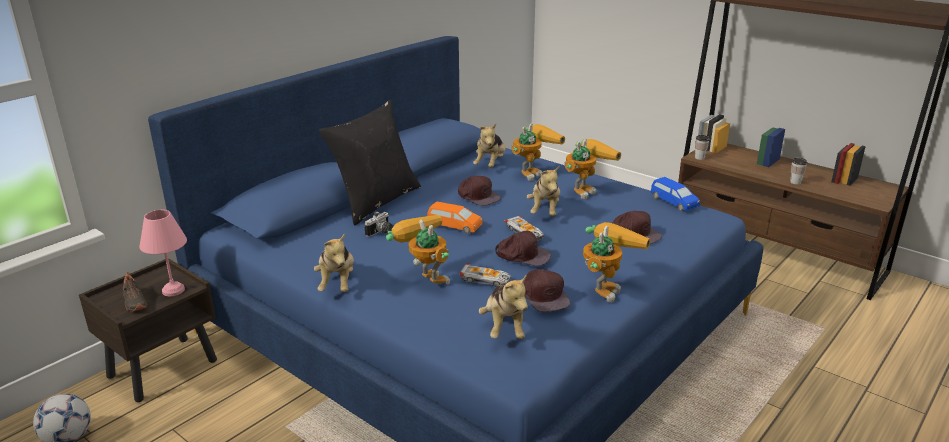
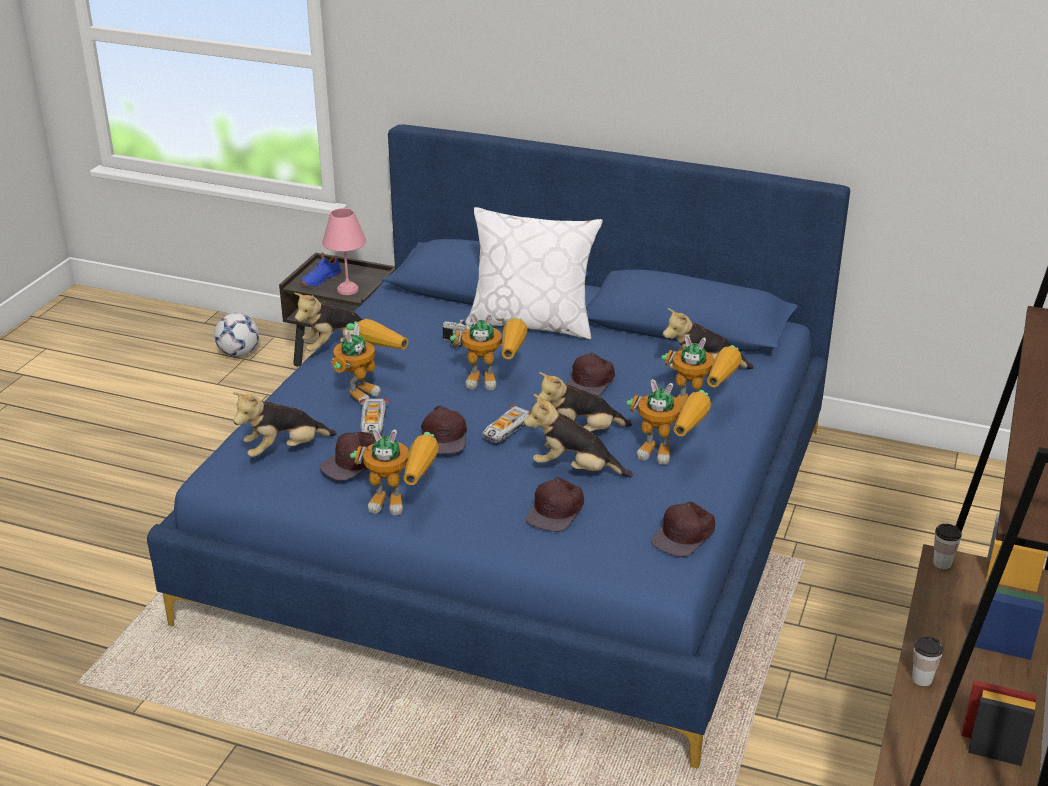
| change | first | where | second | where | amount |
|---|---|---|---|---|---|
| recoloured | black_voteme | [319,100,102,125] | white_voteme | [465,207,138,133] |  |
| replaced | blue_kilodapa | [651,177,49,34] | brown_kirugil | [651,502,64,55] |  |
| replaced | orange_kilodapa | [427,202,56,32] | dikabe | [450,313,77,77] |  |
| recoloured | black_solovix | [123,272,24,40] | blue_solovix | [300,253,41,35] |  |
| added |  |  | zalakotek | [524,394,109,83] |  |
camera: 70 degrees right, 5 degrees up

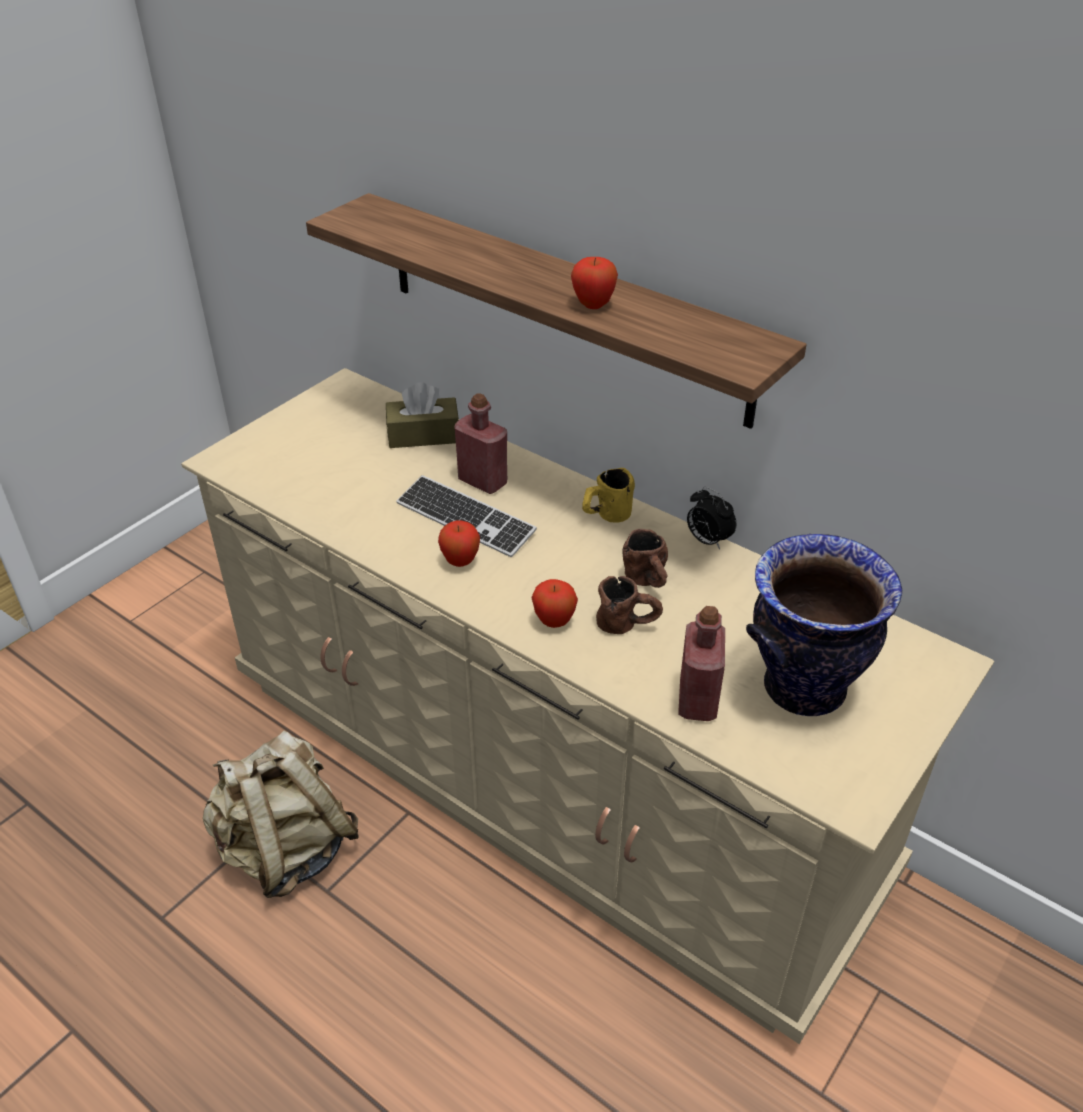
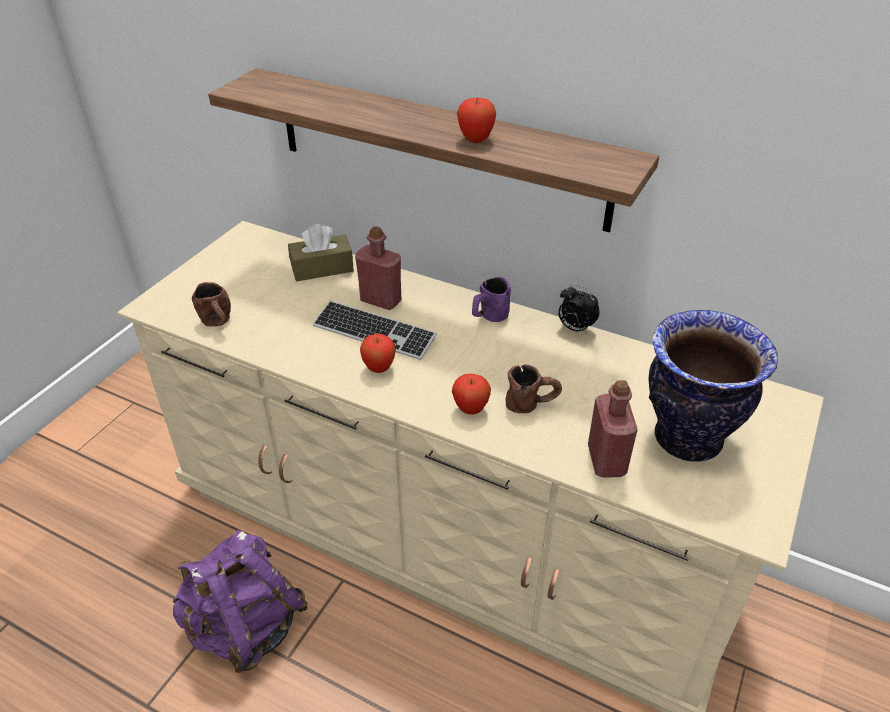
| change | first | where | second | where | amount |
|---|---|---|---|---|---|
| recoloured | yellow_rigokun | [582,468,53,55] | purple_rigokun | [472,277,39,45] |  |
| moved | brown_rigokun | [622,529,46,59] |  | [192,282,39,45] |  |
| recoloured | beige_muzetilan | [203,731,156,167] | purple_muzetilan | [173,530,135,143] |  |
camera: 10 degrees left, 0 degrees up

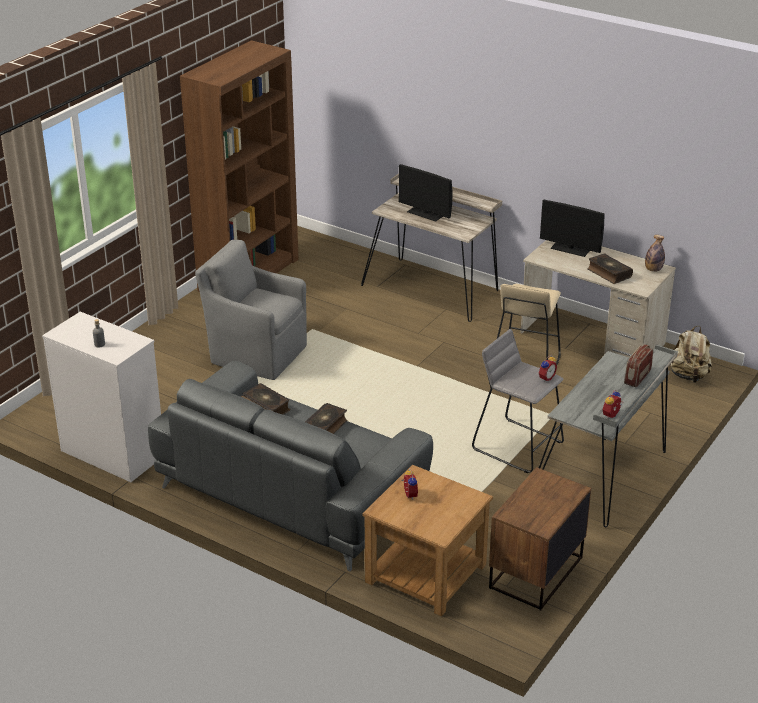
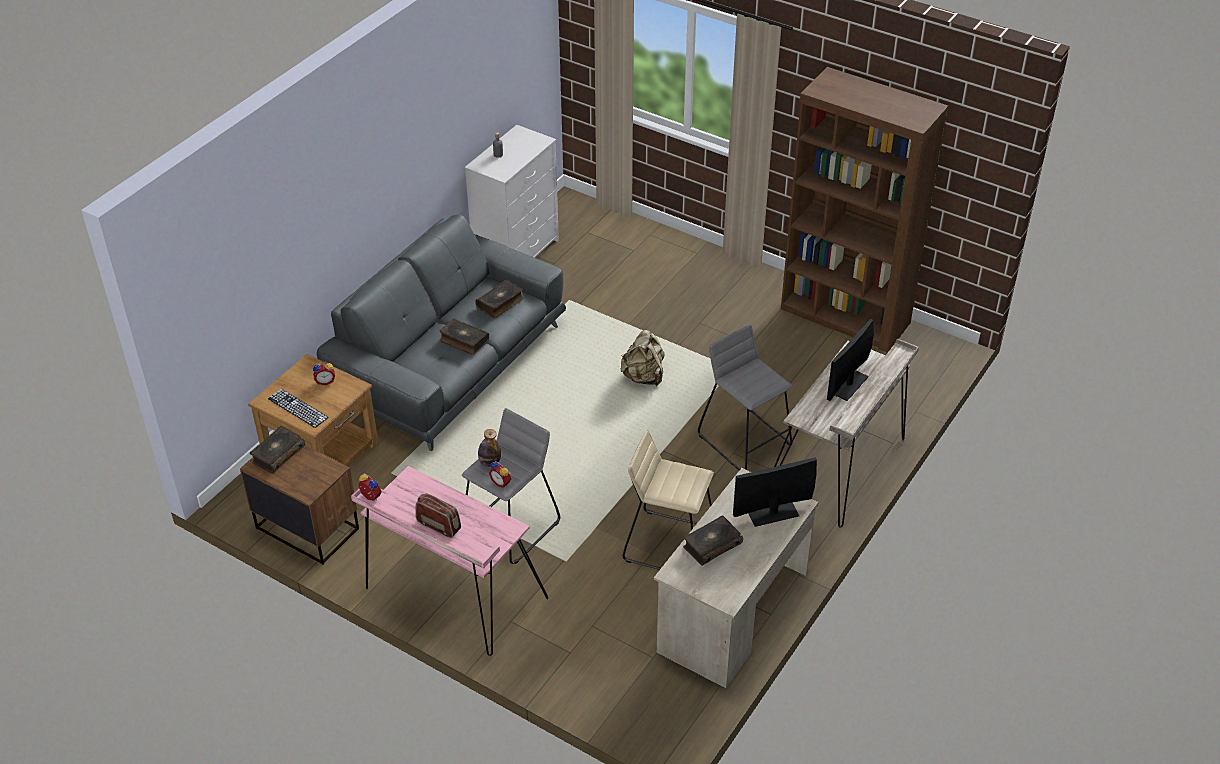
| change | first | where | second | where | amount |
|---|---|---|---|---|---|
| turned | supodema | [540,200,65,57] |  | [733,457,84,70] | 45 degrees clockwise |
| moved | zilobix | [645,235,20,37] |  | [478,429,23,39] |  |
| removed | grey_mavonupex | [195,240,112,140] |  |  |  |
| moved | beige_muzetilan | [670,326,42,57] |  | [621,330,43,56] |  |
| recoloured | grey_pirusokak | [539,345,139,183] | pink_pirusokak | [351,466,197,190] |  |
| added |  |  | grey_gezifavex | [698,324,94,147] |  |
| added |  |  | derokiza | [268,389,61,39] |  |
| added |  |  | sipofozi | [250,426,55,48] |  |
camera: 90 degrees right, 10 degrees up

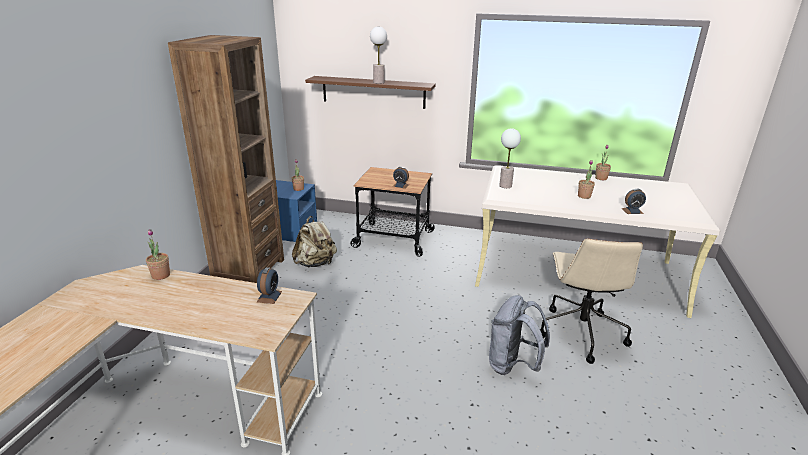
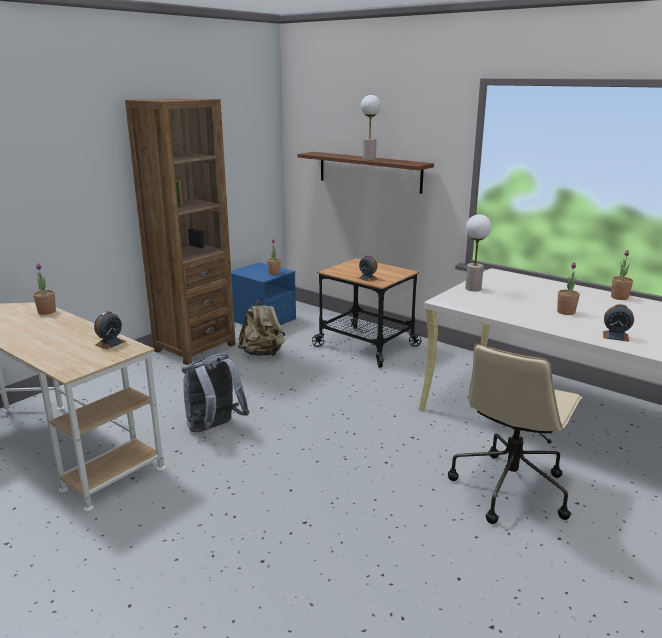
| change | first | where | second | where | amount |
|---|---|---|---|---|---|
| moved | grey_muzetilan | [489,295,61,80] |  | [182,353,68,79] |  |
camera: 25 degrees right, 5 degrees down

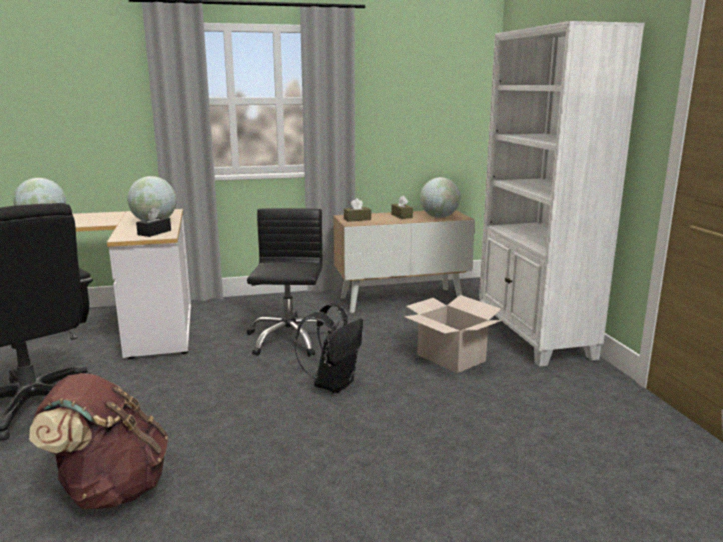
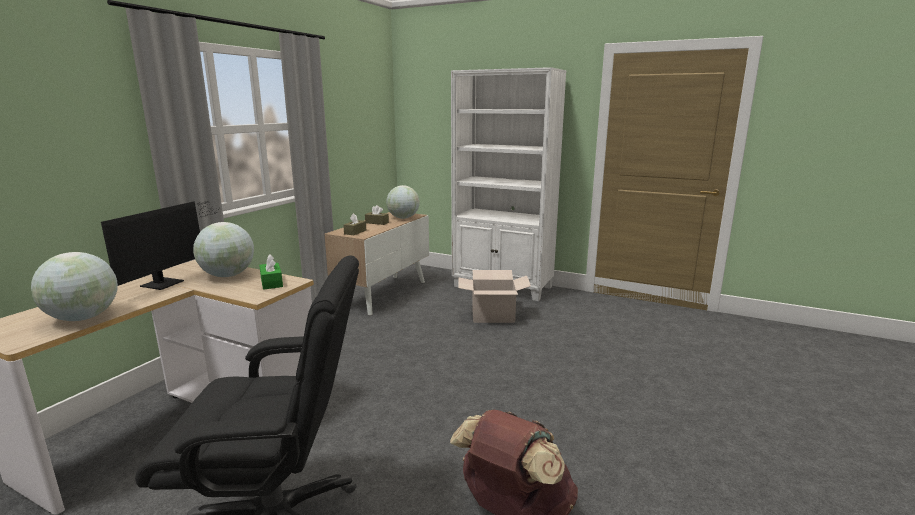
| change | first | where | second | where | amount |
|---|---|---|---|---|---|
| recoloured | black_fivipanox | [136,207,35,30] | green_fivipanox | [259,254,24,36] |  |
| removed | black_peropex | [247,208,86,149] |  |  |  |
| removed | black_muzetilan | [294,303,69,90] |  |  |  |
| added |  |  | supodema | [101,201,118,89] |  |
camera: 50 degrees left, 0 degrees up

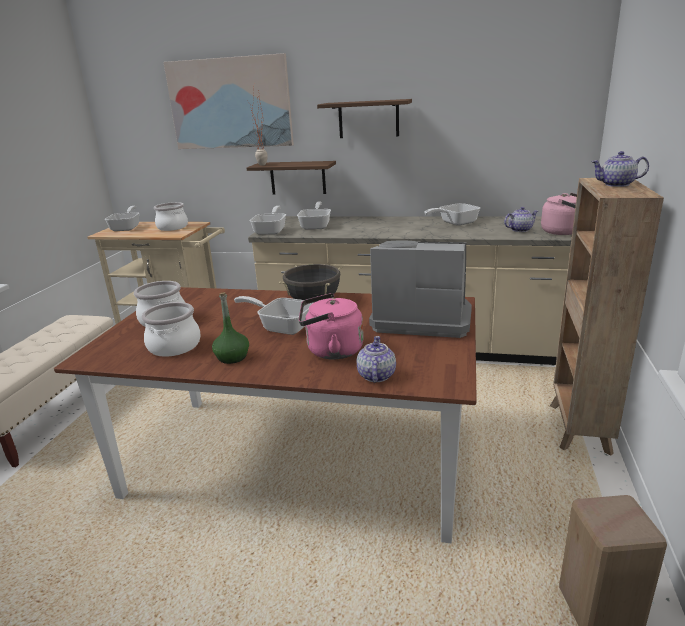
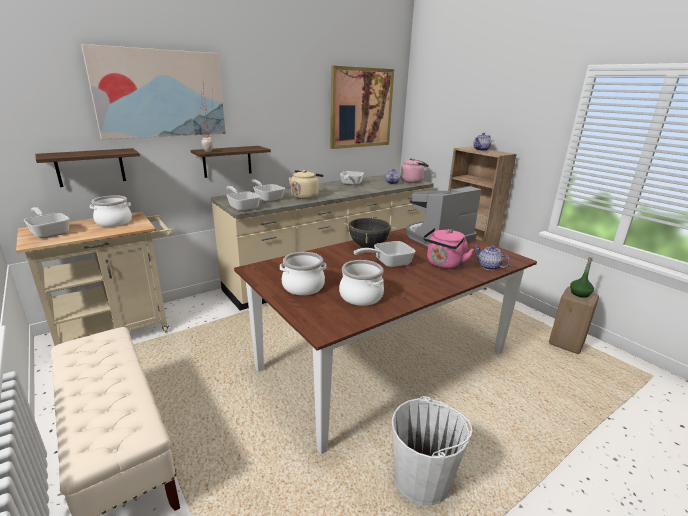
| change | first | where | second | where | amount |
|---|---|---|---|---|---|
| moved | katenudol | [317,99,95,39] |  | [35,148,105,39] |  |
| moved | green_zilobix | [212,292,37,72] |  | [570,257,24,41] |  |
| added |  |  | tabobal | [330,66,64,83] |  |
| added |  |  | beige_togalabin | [288,170,36,29] |  |
| added |  |  | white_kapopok | [392,396,81,110] |  |
camera: 50 degrees left, 0 degrees up

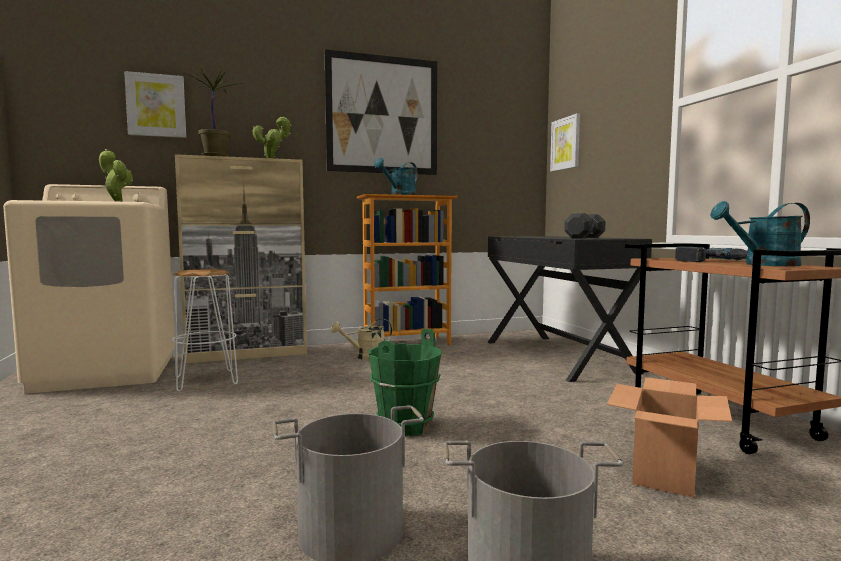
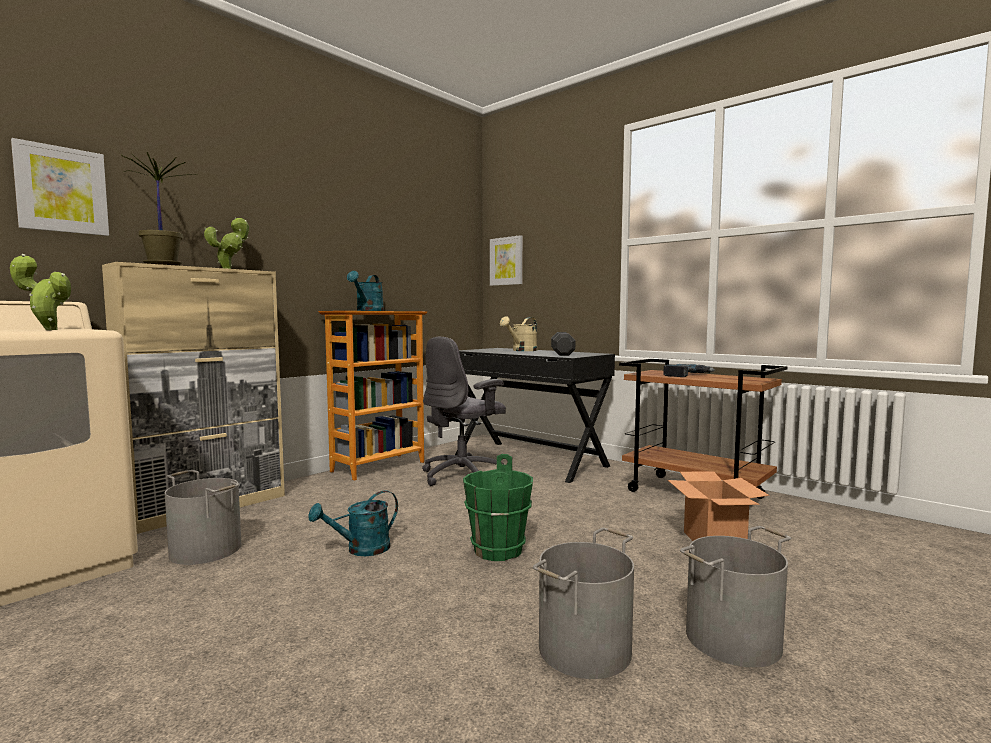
| change | first | where | second | where | amount |
|---|---|---|---|---|---|
| removed | tabobal | [325,49,112,126] |  |  |  |
| moved | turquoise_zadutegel | [710,201,100,65] |  | [308,490,90,66] |  |
| replaced | white_gezifavex | [172,269,66,123] | grey_kapopok | [165,470,76,95] |  |
| moved | beige_zadutegel | [331,319,61,41] |  | [500,316,37,35] |  |
| added |  |  | grey_peropex | [422,337,84,149] |  |
camera: 30 degrees left, 0 degrees up

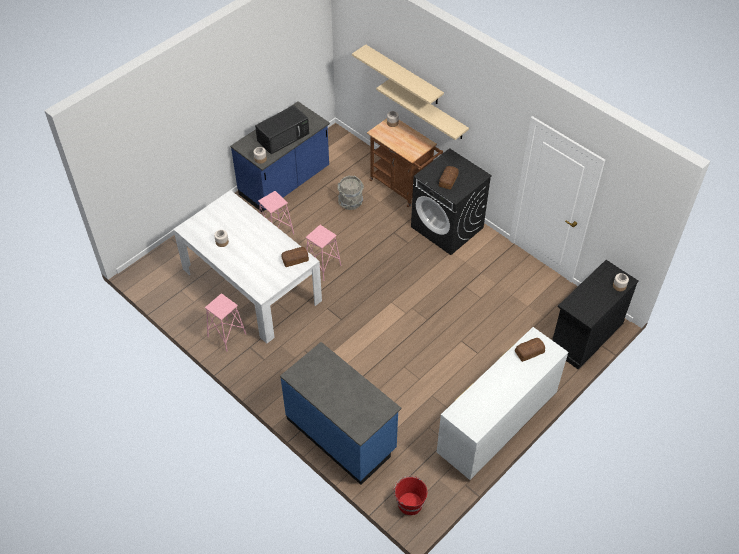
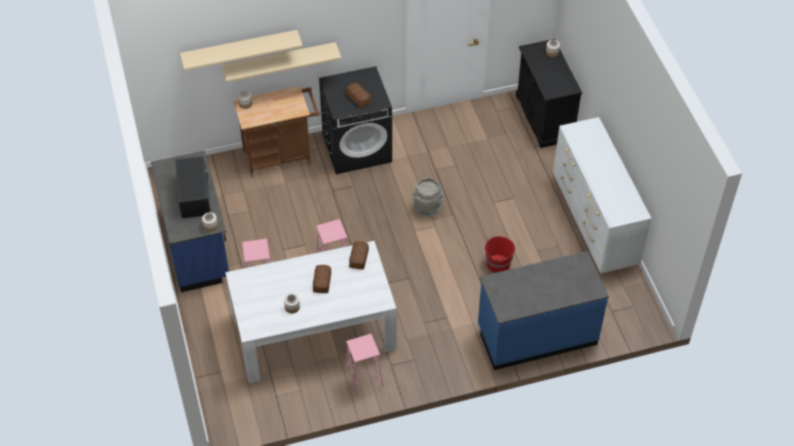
| change | first | where | second | where | amount |
|---|---|---|---|---|---|
| moved | grey_kapopok | [338,176,26,34] |  | [412,177,32,40] |  |
| moved | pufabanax | [515,338,30,24] |  | [313,265,18,28] |  |
| moved | red_kapopok | [393,476,34,39] |  | [483,236,32,37] |  |
camera: 60 degrees left, 0 degrees up

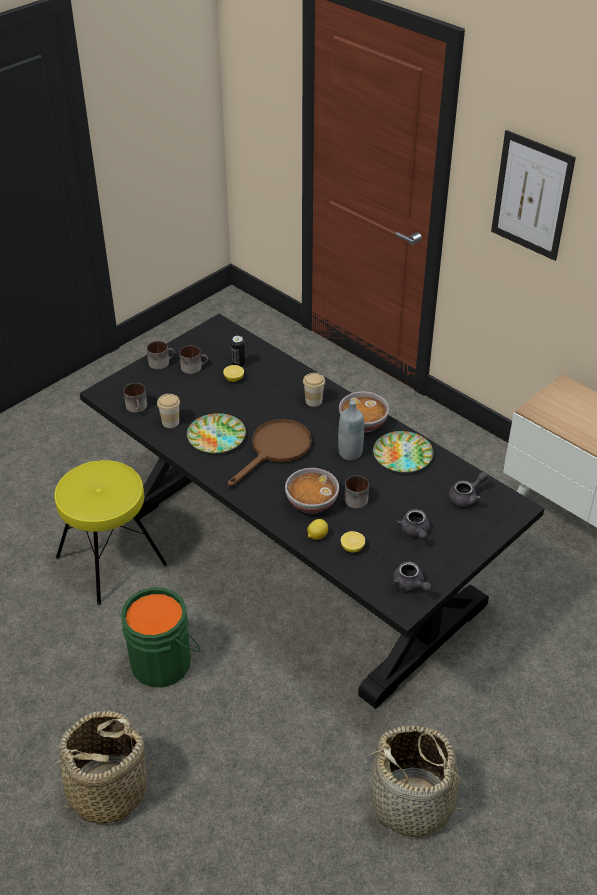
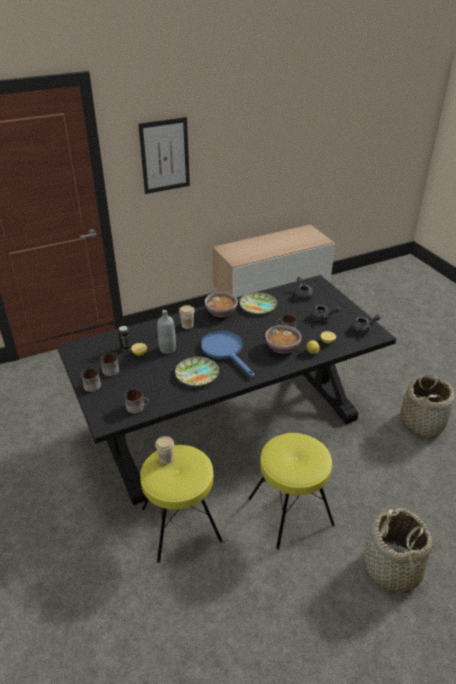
| change | first | where | second | where | amount |
|---|---|---|---|---|---|
| moved | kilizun | [157,394,23,34] |  | [155,436,19,28] |  |
| moved | grey_zilobix | [338,400,26,61] |  | [157,310,19,44] |  |
| recoloured | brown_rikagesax | [228,419,84,68] | blue_rikagesax | [201,331,54,46] |  |
| replaced | green_kapopok | [121,587,80,100] | yellow_gezifavex | [248,433,87,116] |  |
camera: 70 degrees left, 5 degrees down

